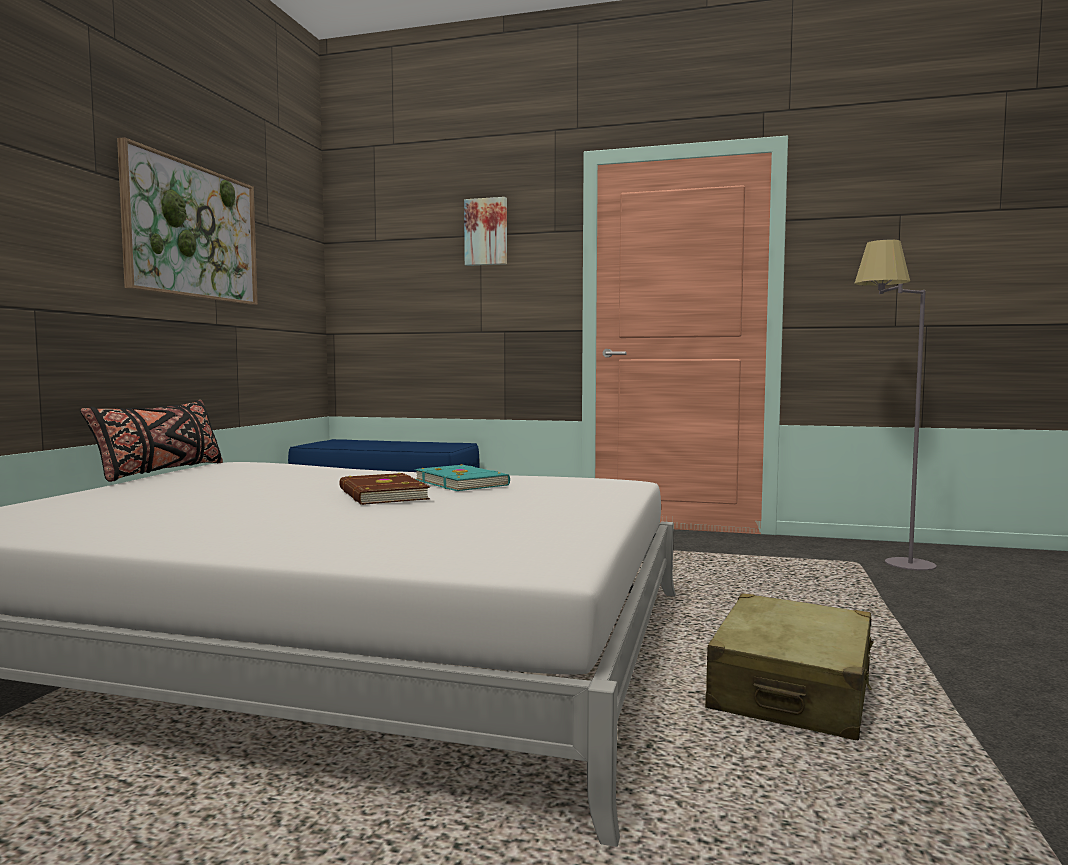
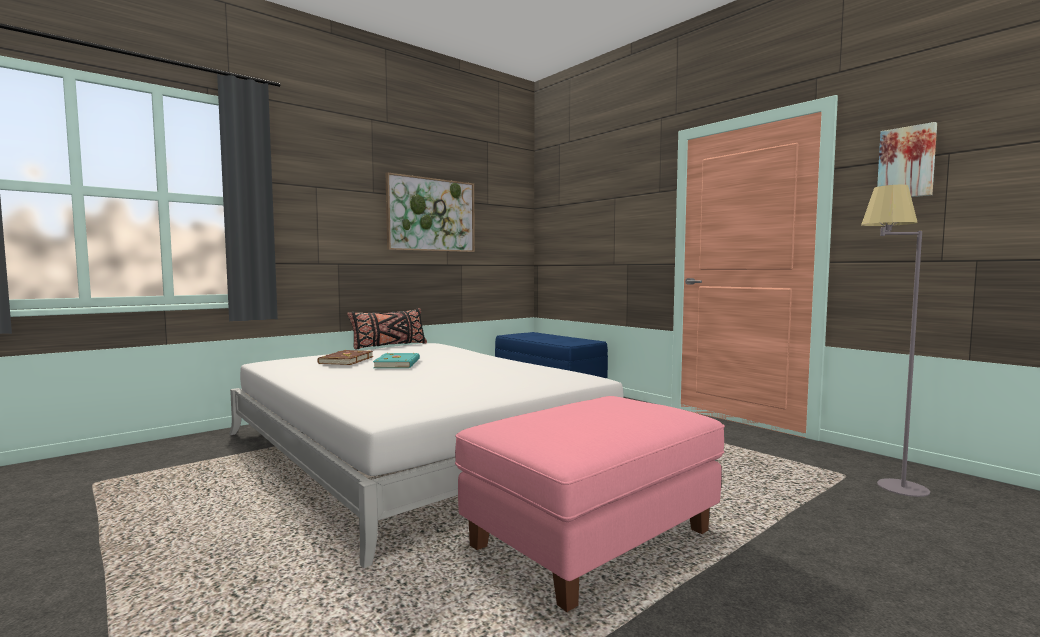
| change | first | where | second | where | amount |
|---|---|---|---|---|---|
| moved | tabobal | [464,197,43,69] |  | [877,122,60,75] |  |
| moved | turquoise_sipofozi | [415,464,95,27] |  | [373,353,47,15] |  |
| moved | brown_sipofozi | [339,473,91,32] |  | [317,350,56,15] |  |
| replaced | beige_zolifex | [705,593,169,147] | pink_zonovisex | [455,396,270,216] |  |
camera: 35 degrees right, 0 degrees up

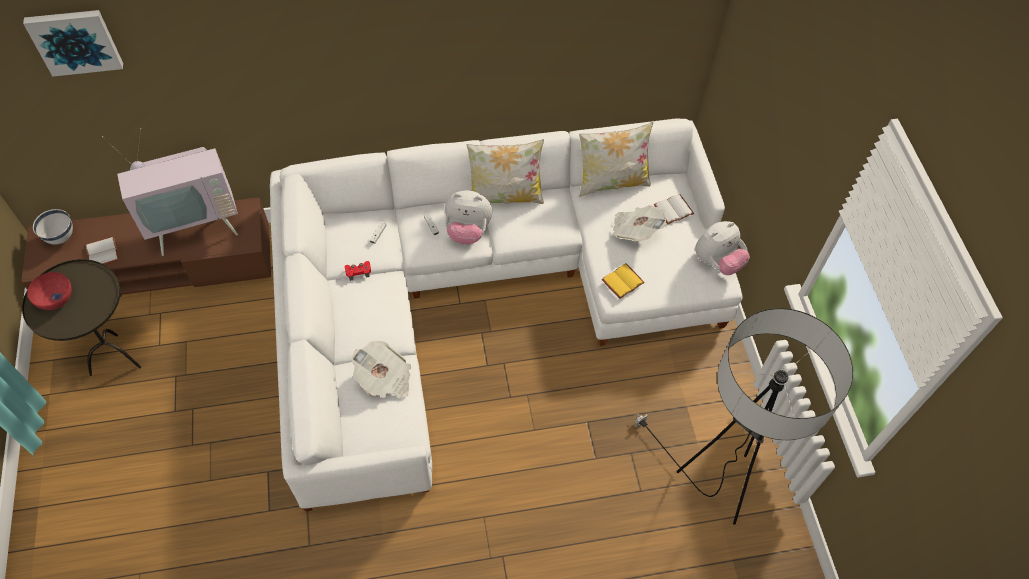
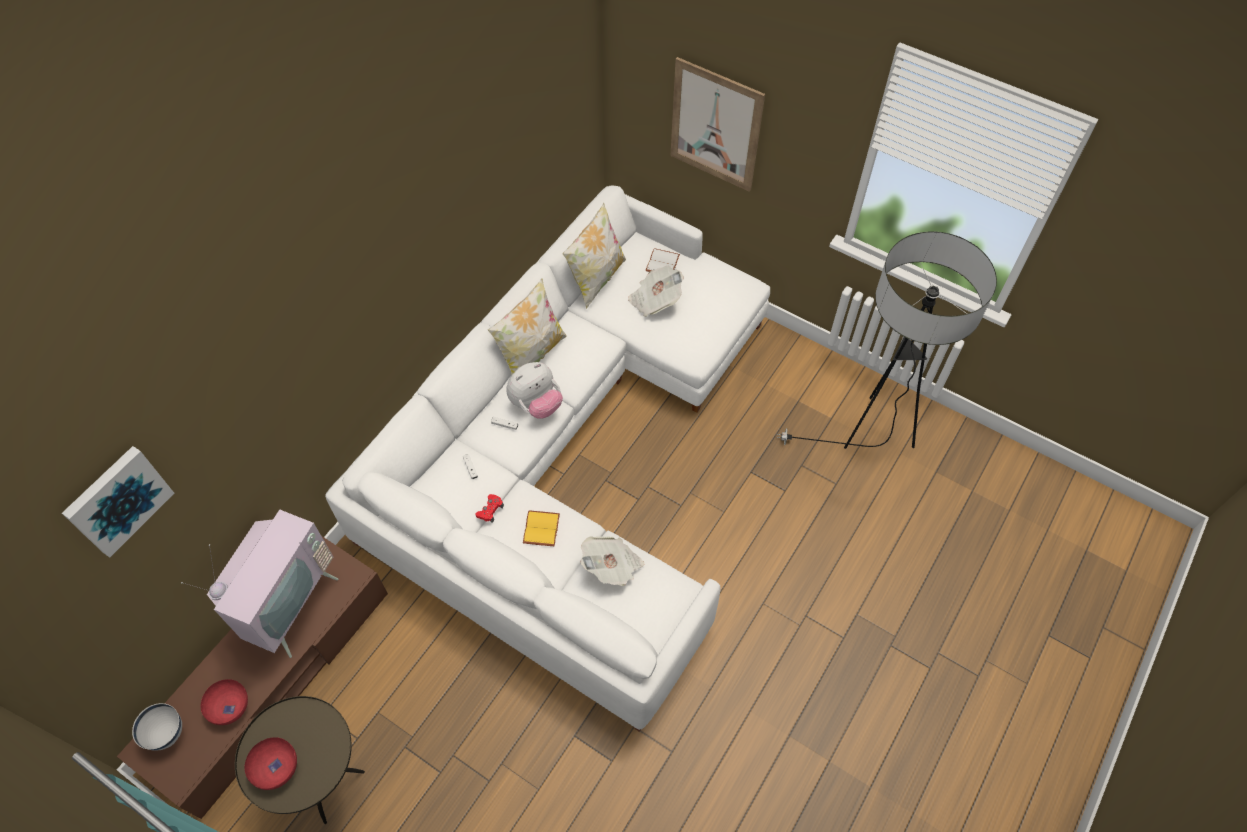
| change | first | where | second | where | amount |
|---|---|---|---|---|---|
| removed | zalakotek | [695,221,55,54] |  |  |  |
| replaced | white_sipofozi | [86,236,33,29] | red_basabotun | [201,679,47,46] |  |
| moved | yellow_sipofozi | [601,264,44,35] |  | [523,510,37,36] |  |
| added |  |  | tabobal | [670,57,95,135] |  |
camera: 45 degrees left, 0 degrees up

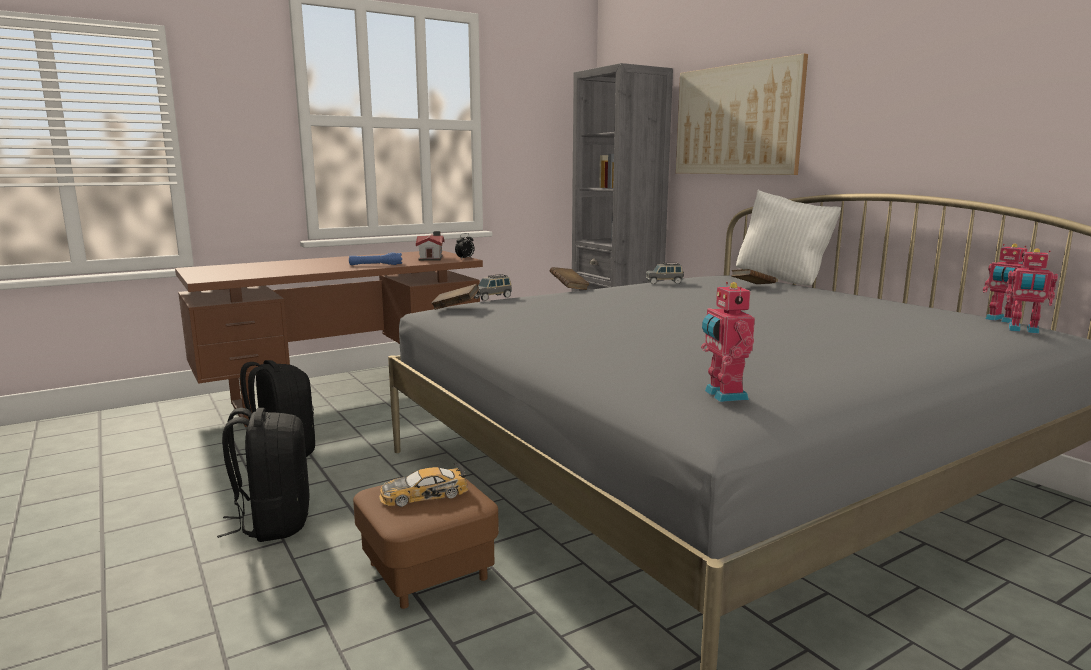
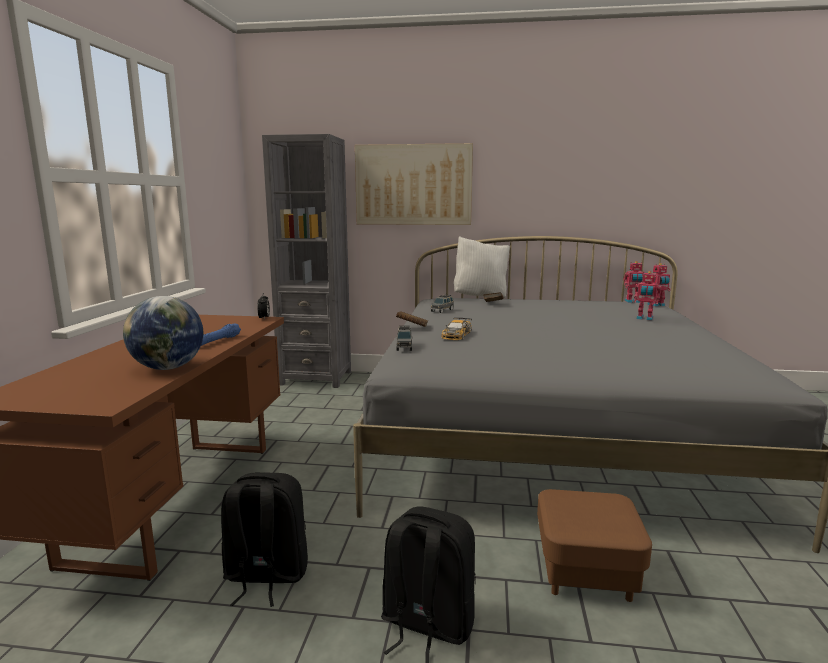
| change | first | where | second | where | amount |
|---|---|---|---|---|---|
| removed | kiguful | [416,231,28,30] |  |  |  |
| moved | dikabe | [701,282,54,120] |  | [634,271,27,50] |  |
| removed | brown_sipofozi | [431,284,48,26] |  |  |  |
| moved | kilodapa | [379,462,89,45] |  | [441,317,31,23] |  |
| added |  |  | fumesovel | [123,296,80,74] |  |
camera: 50 degrees left, 0 degrees up

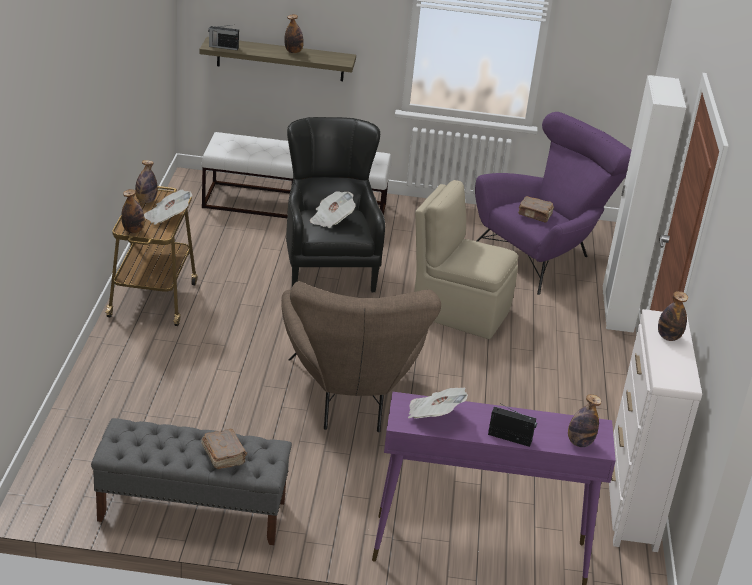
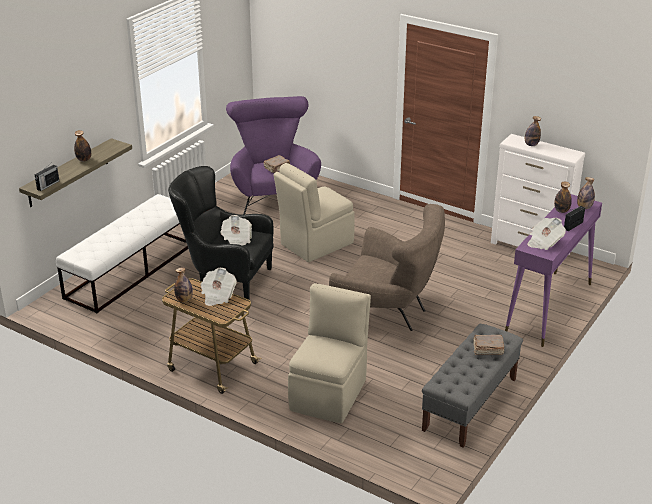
| change | first | where | second | where | amount |
|---|---|---|---|---|---|
| removed | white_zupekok | [603,75,83,258] |  |  |  |
| moved | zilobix | [121,189,24,44] |  | [554,182,18,31] |  |
| added |  |  | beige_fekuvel | [288,283,83,140] |  |
camera: 60 degrees left, 0 degrees up

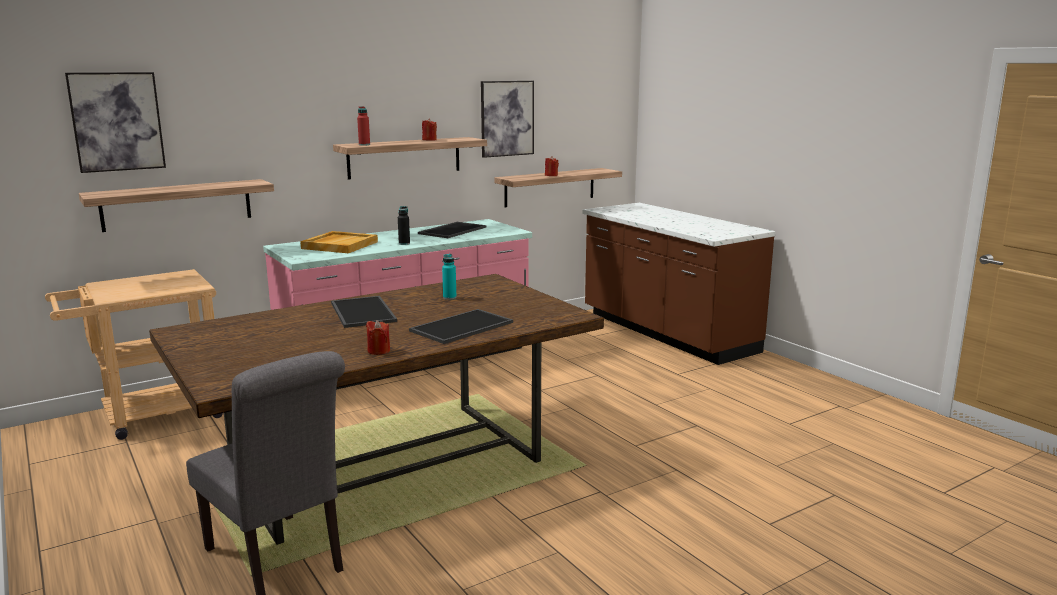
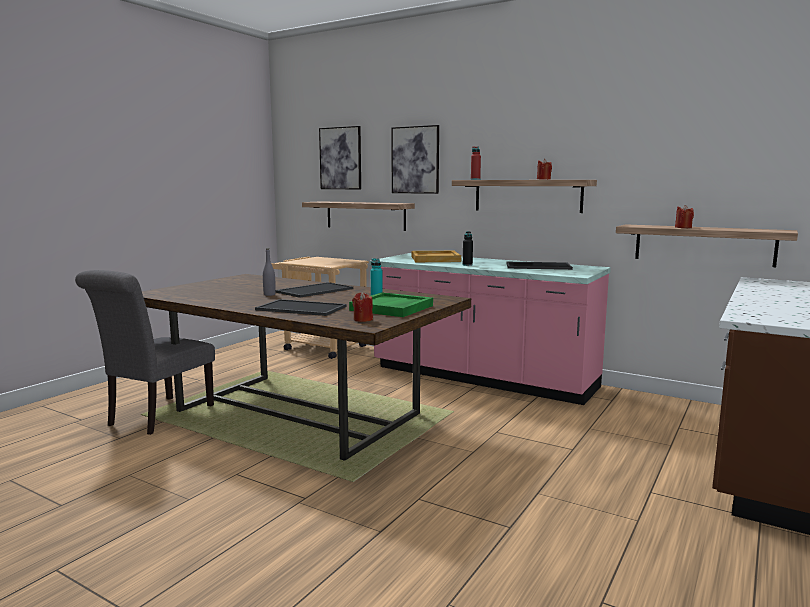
| change | first | where | second | where | amount |
|---|---|---|---|---|---|
| moved | tabobal | [481,81,53,77] |  | [391,125,48,69] |  |
| moved | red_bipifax | [366,320,24,35] |  | [352,292,21,30] |  |
| added |  |  | grey_zilobix | [263,248,13,48] |  |
| added |  |  | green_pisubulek | [349,292,84,25] |  |
camera: 65 degrees right, 5 degrees down

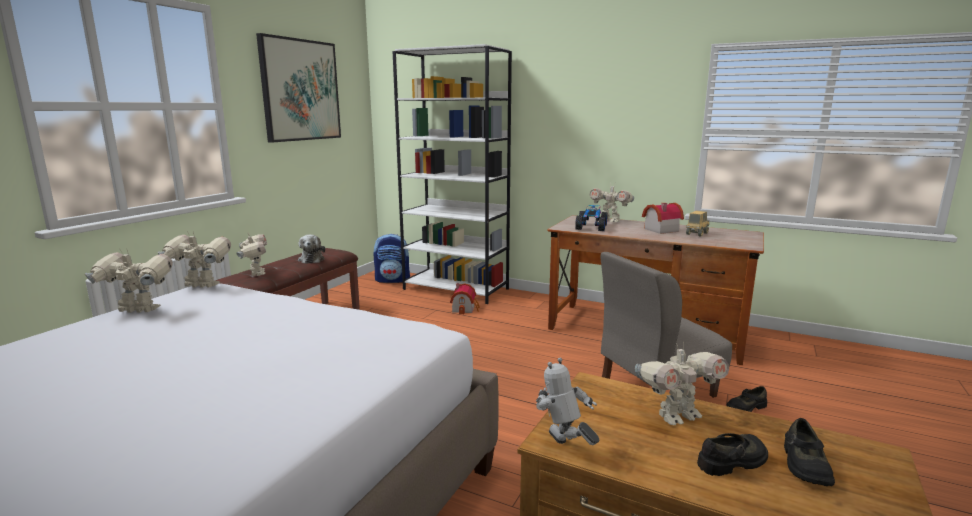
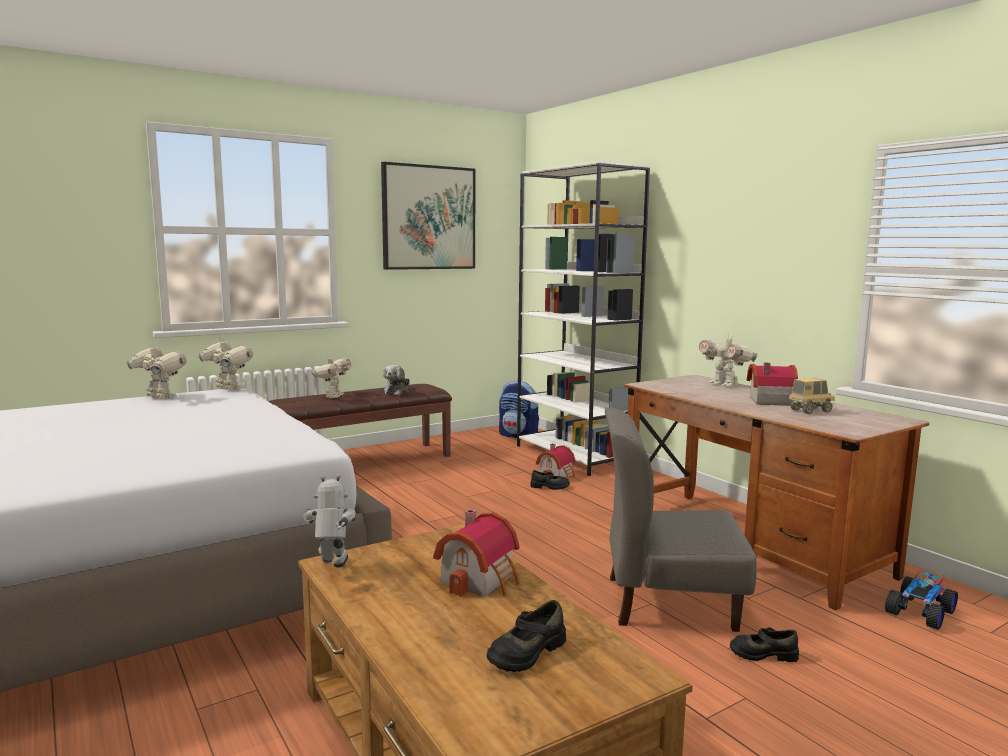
| change | first | where | second | where | amount |
|---|---|---|---|---|---|
| moved | kilodapa | [575,205,33,26] |  | [885,571,73,59] |  |
| replaced | dikabe | [635,341,94,85] | kiguful | [433,509,87,88] |  |
| moved | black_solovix | [697,433,71,43] |  | [530,470,40,20] |  |
camera: 30 degrees right, 5 degrees down

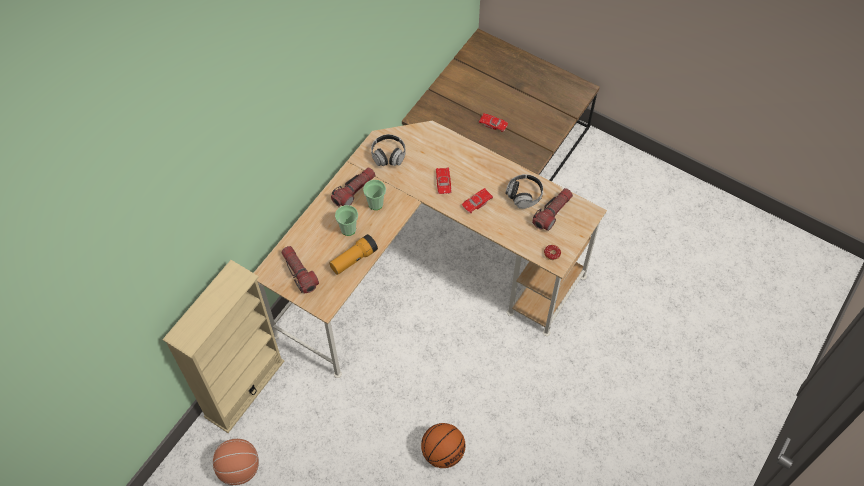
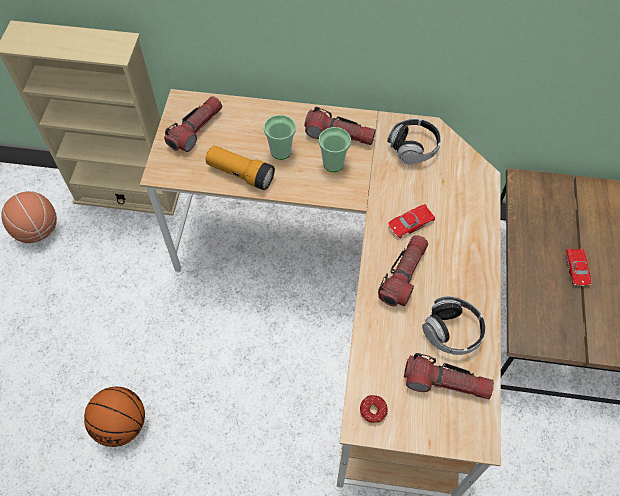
| change | first | where | second | where | amount |
|---|---|---|---|---|---|
| replaced | red_kilodapa | [462,188,31,25] | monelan | [378,235,50,71] |  |
camera: 65 degrees right, 0 degrees up

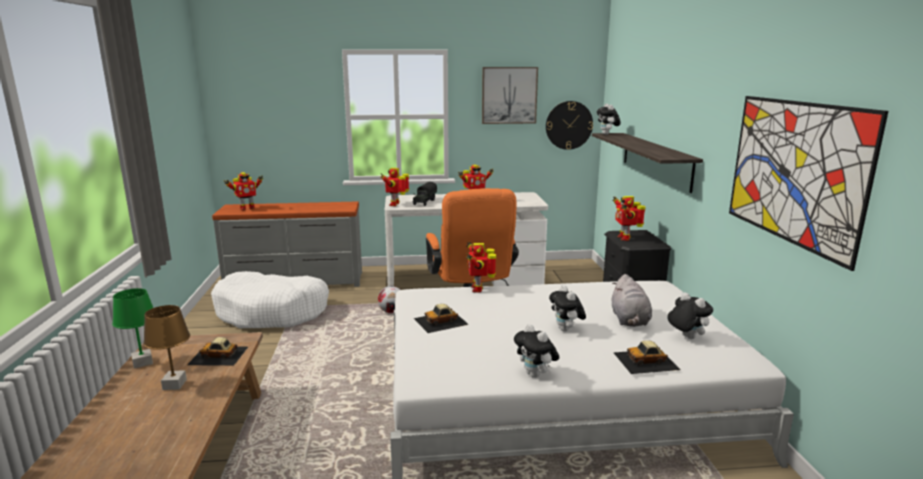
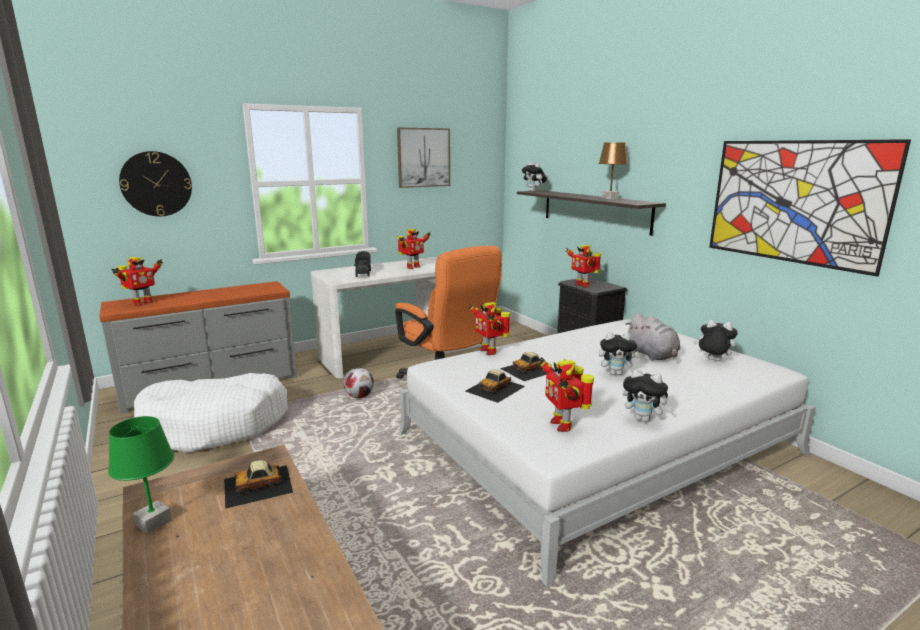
| change | first | where | second | where | amount |
|---|---|---|---|---|---|
| moved | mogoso | [546,101,47,49] |  | [119,151,73,65] |  |
| moved | dikabe | [381,168,28,38] |  | [538,357,56,75] |  |
| turned | zalakotek | [549,285,37,47] |  | [599,332,41,43] | 45 degrees counterclockwise |
| moved | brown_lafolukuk | [143,305,47,85] |  | [599,142,29,58] |  |
| moved | kilodapa | [614,340,66,34] |  | [500,352,56,29] |  |
camera: 25 degrees left, 0 degrees up

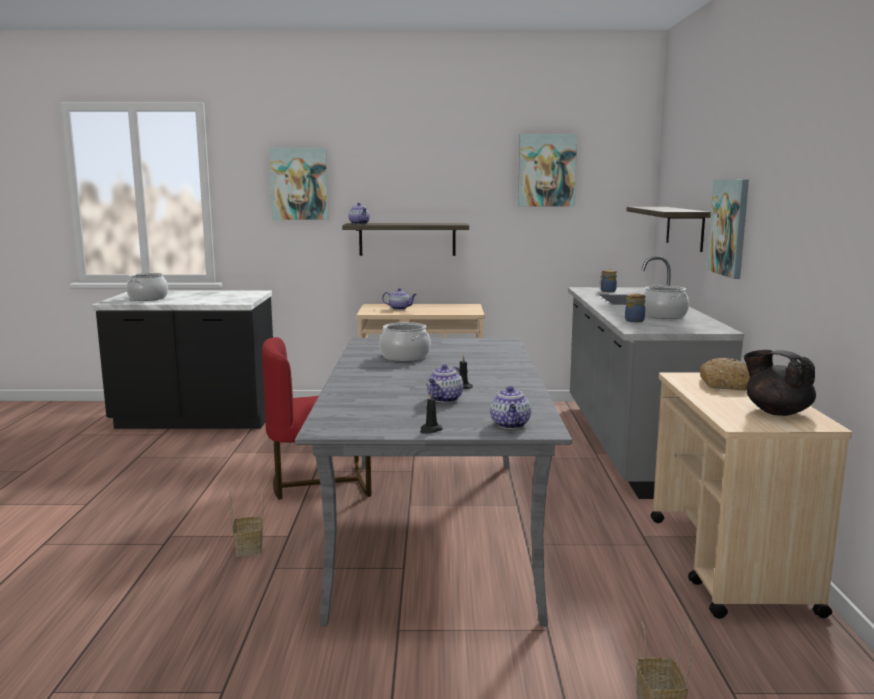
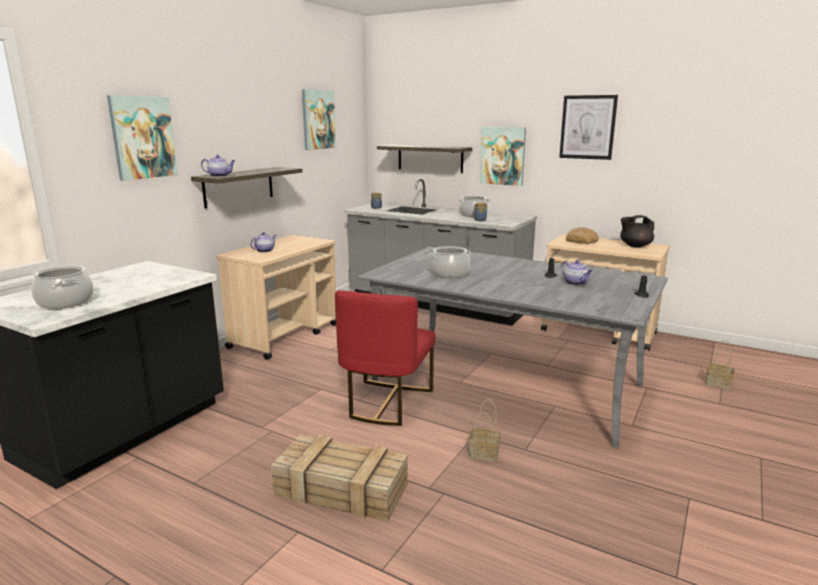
| change | first | where | second | where | amount |
|---|---|---|---|---|---|
| removed | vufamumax | [490,386,41,43] |  |  |  |
| added |  |  | tabobal | [559,95,59,65] |  |
| added |  |  | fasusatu | [271,435,136,86] |  |
camera: 60 degrees left, 5 degrees up

